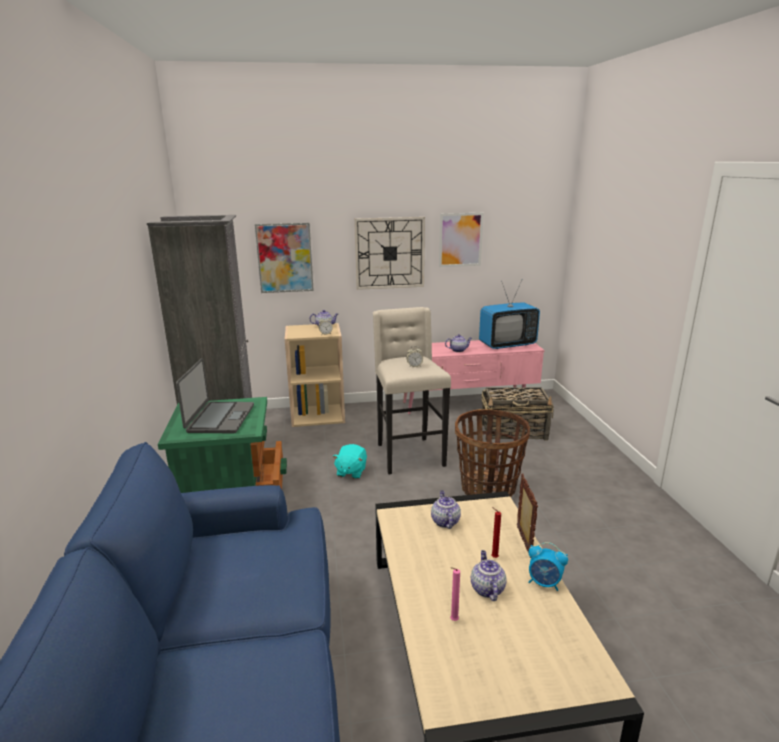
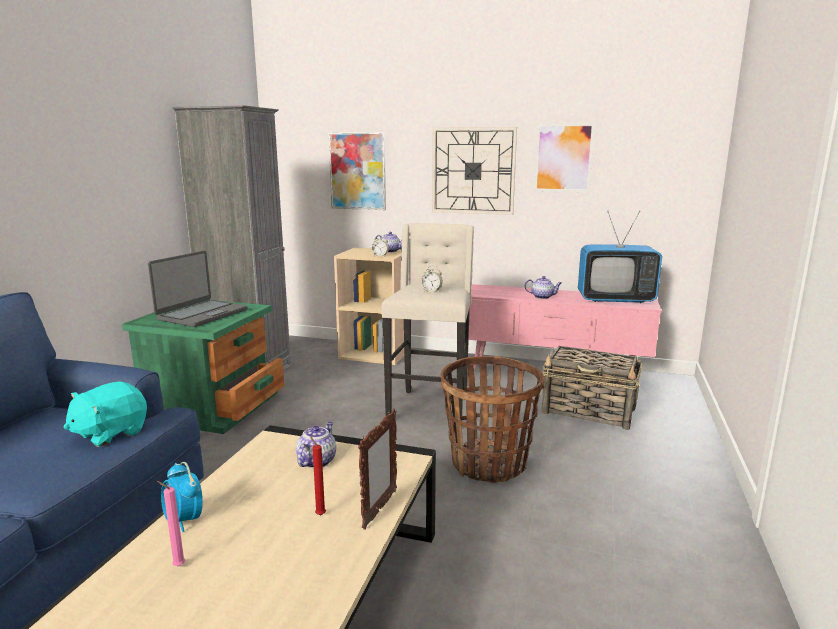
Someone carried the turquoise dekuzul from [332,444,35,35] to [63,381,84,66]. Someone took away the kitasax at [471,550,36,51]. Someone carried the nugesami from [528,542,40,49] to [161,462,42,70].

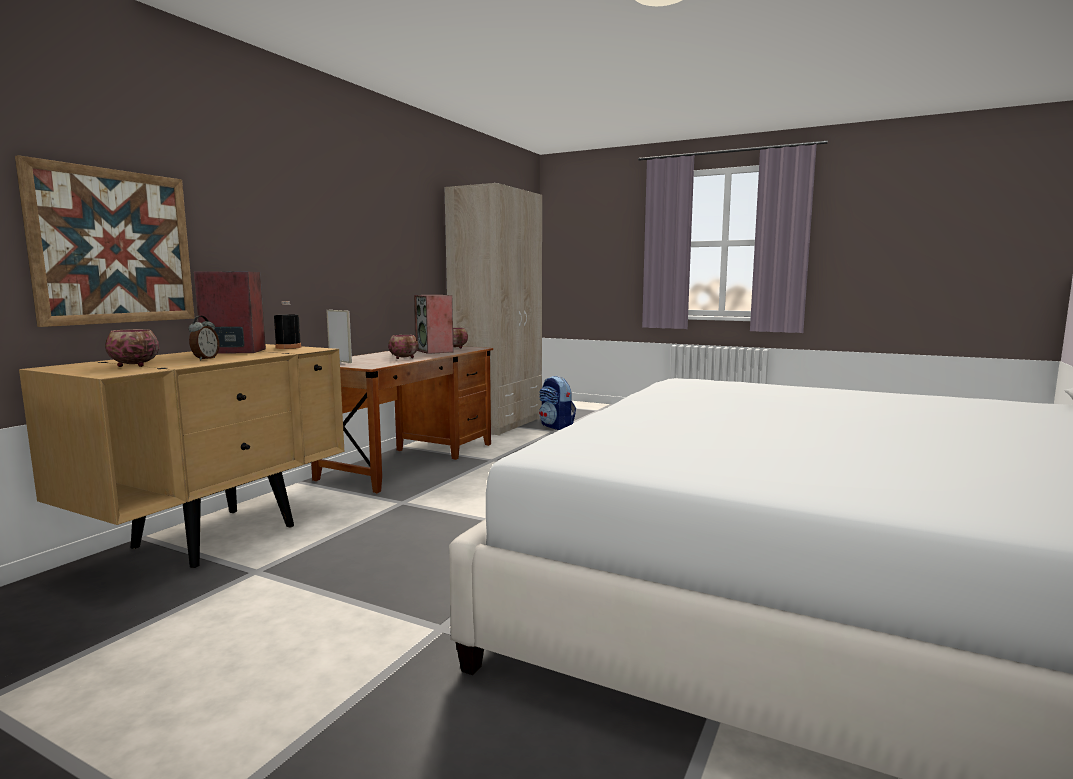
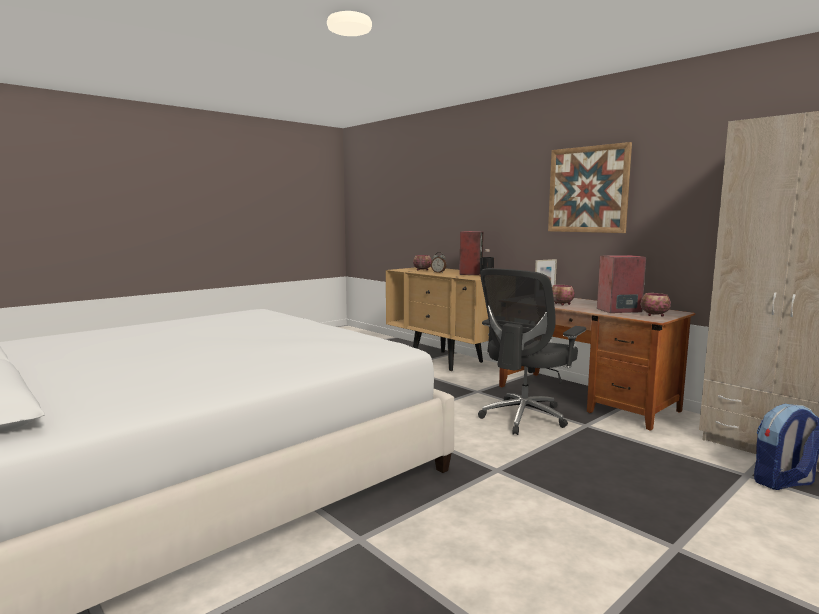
Someone carried the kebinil from [15,155,180,172] to [548,142,84,91]. Someone put down the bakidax at [478,268,108,167].

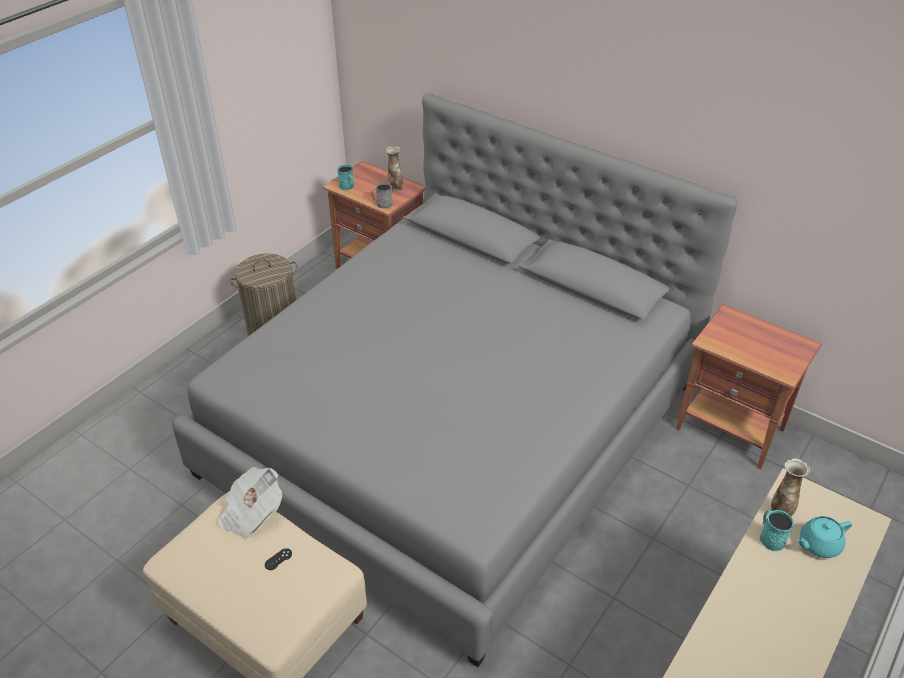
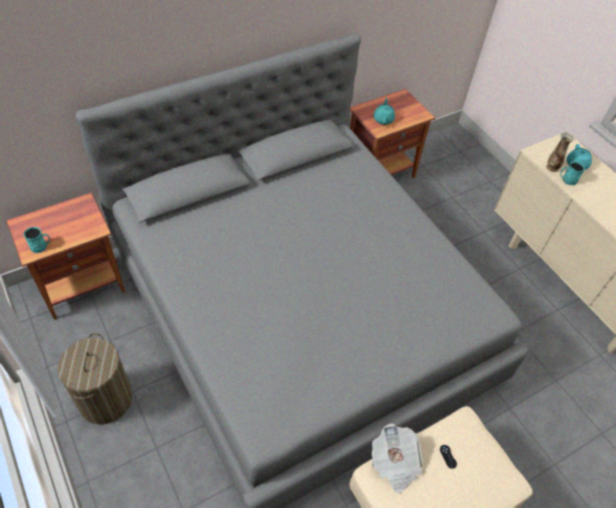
Someone took away the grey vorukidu at [372,183,21,26]. Someone took away the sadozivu at [385,146,18,46]. Someone put down the turquoise kitasax at [374,98,21,27].

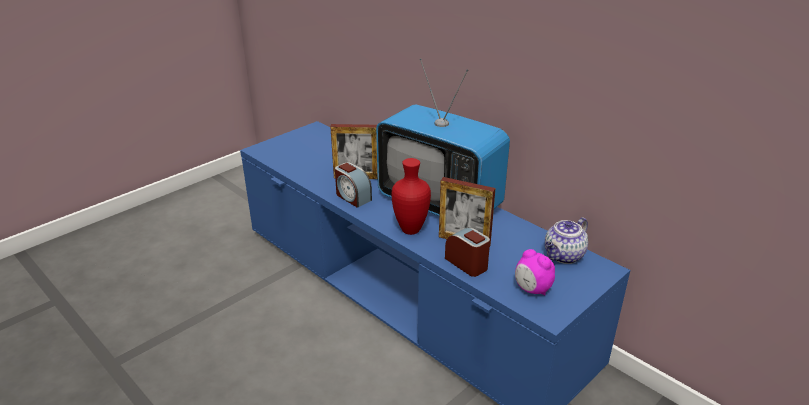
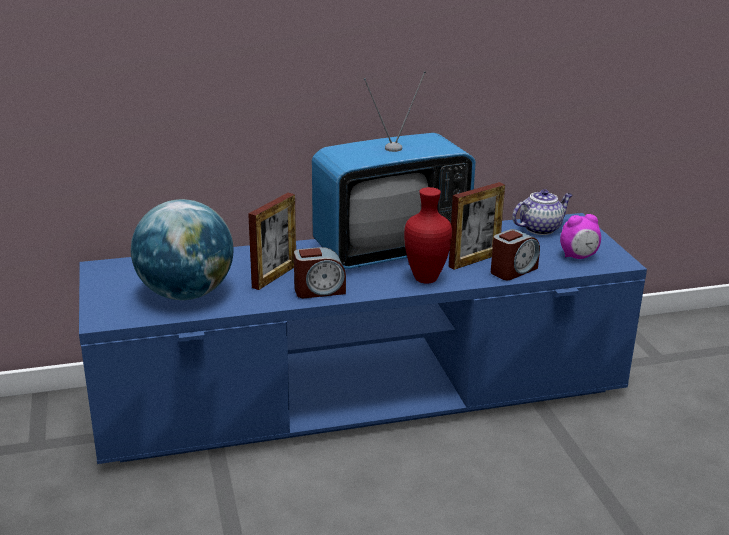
Someone rotated the nugesami at [445,227,45,50] by 150 degrees clockwise. Someone rotated the kitasax at [545,217,43,47] by 105 degrees counterclockwise. Someone put down the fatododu at [131,199,103,101].

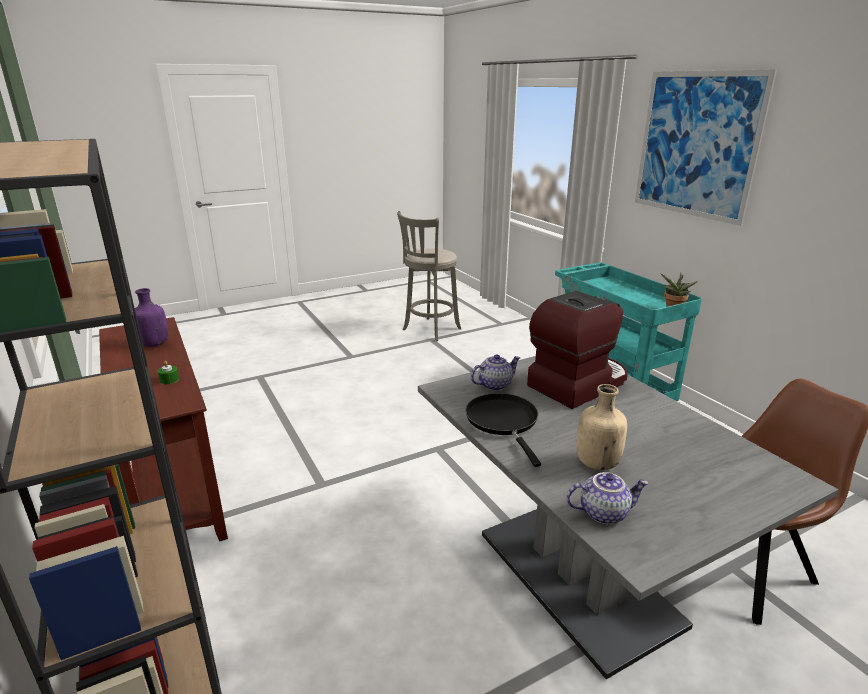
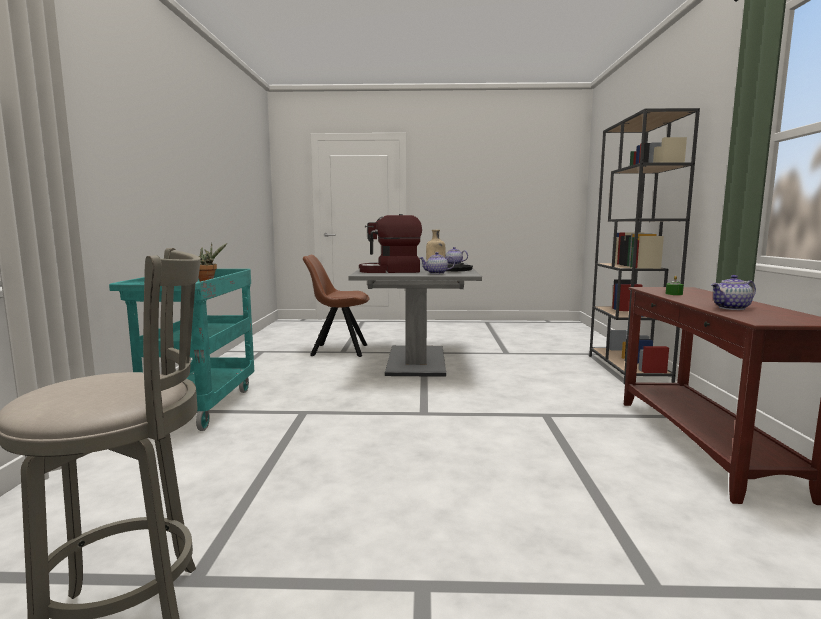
Someone swapped the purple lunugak at [135,288,33,59] for the kitasax at [711,275,45,35]. Someone took away the kebinil at [635,69,142,157].

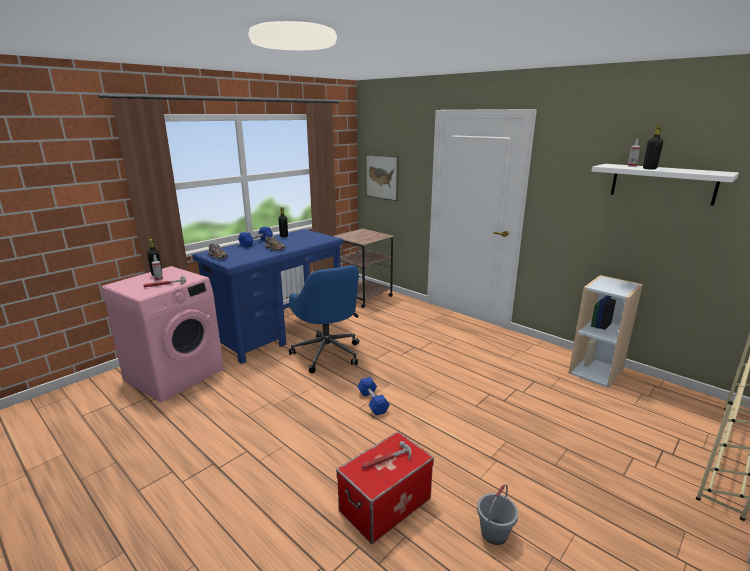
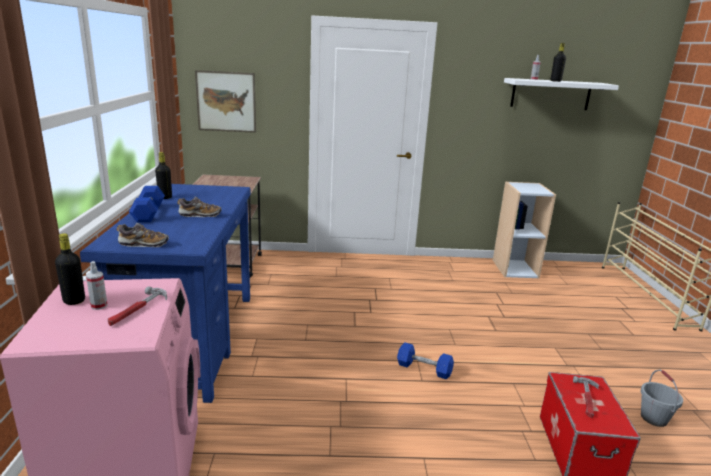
Someone took away the blue bakidax at [289,265,70,108].

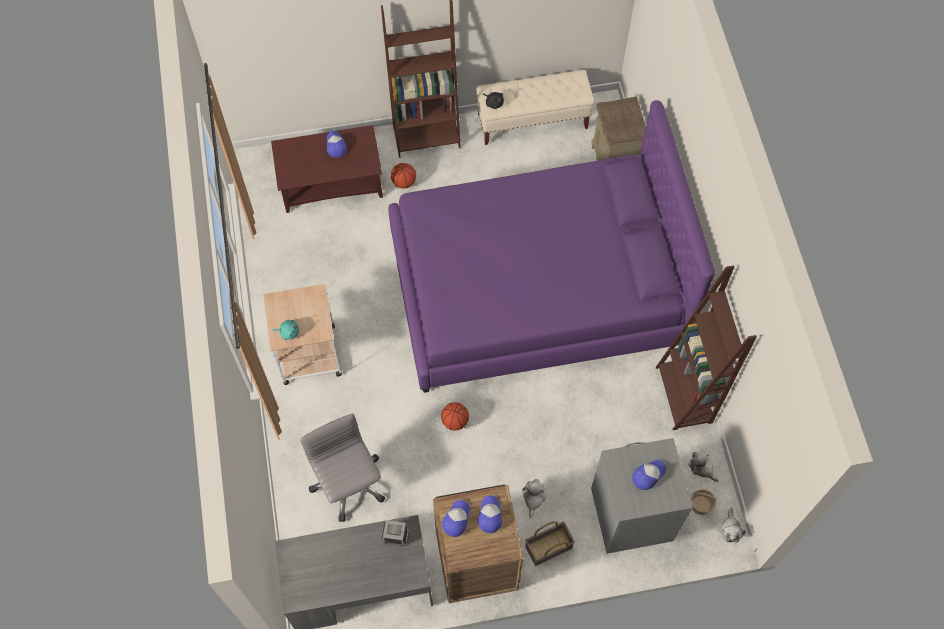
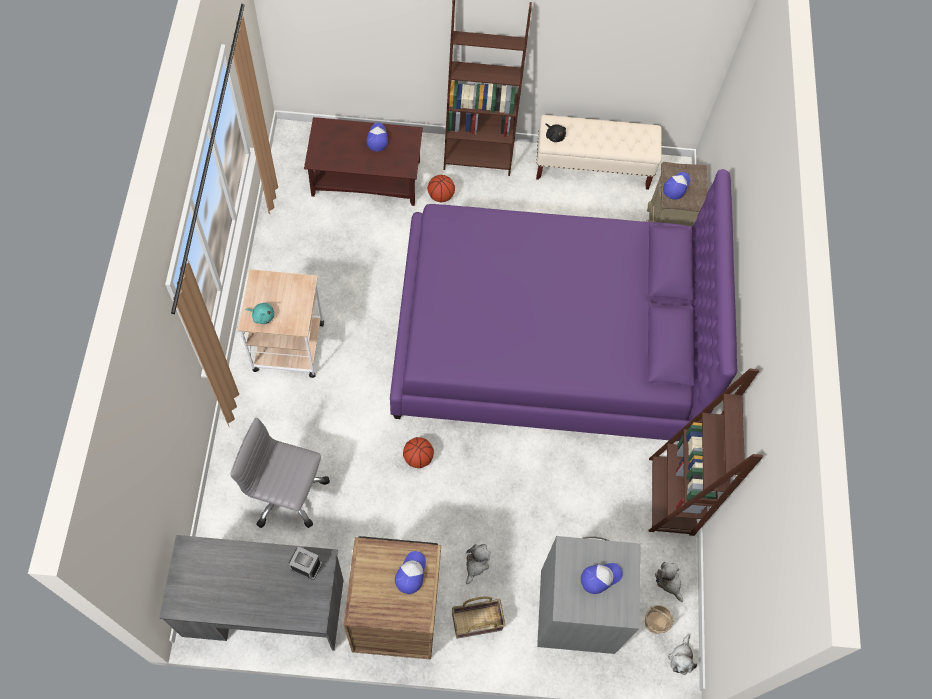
Someone rotated the grey bakidax at [300,414,85,108] by 60 degrees counterclockwise. Someone carried the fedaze from [442,500,28,37] to [663,172,27,28].

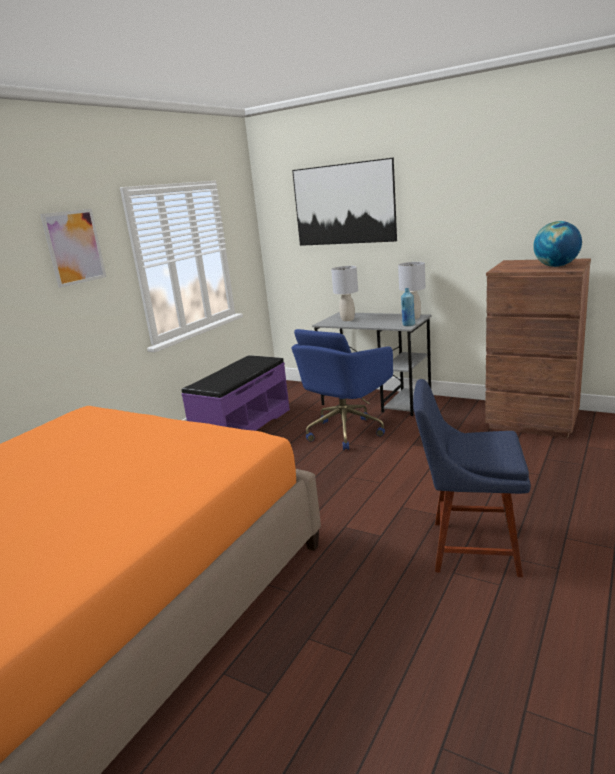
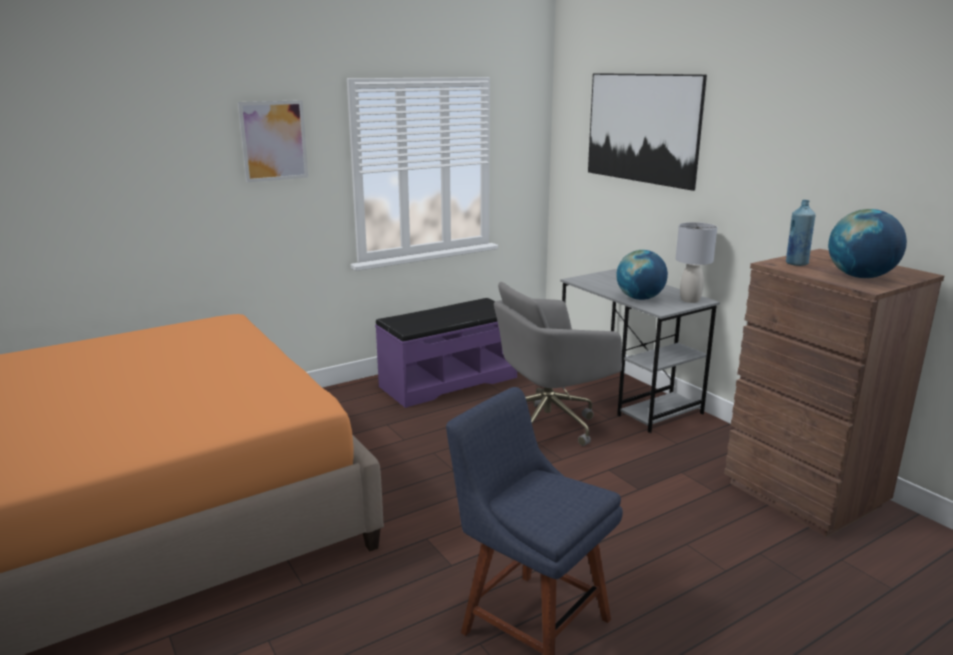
Someone repainted the blue bakidax at [292,329,101,121], which became the grey bakidax at [494,282,128,164]. Someone took away the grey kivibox at [331,266,27,55]. Someone carried the blue lunugak from [401,288,14,38] to [786,200,30,66]. Someone put down the fatododu at [616,250,52,50].

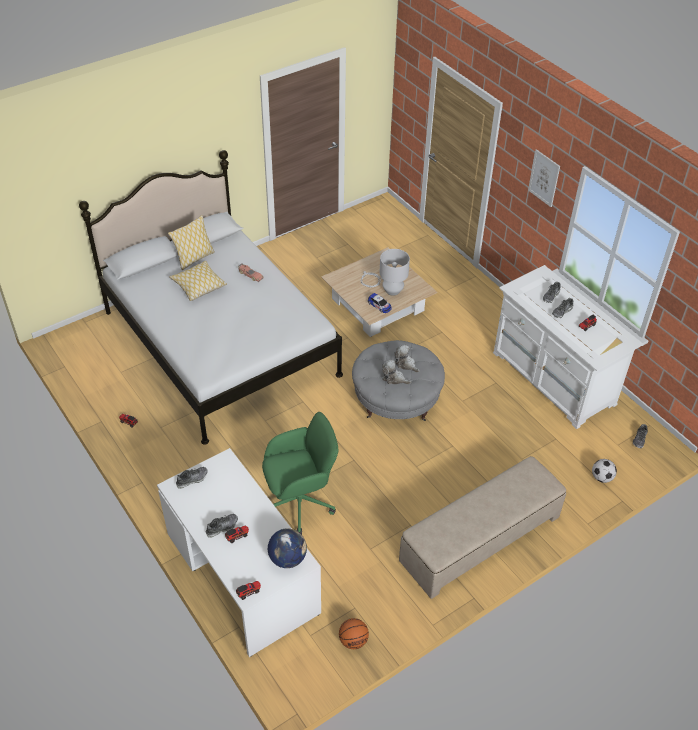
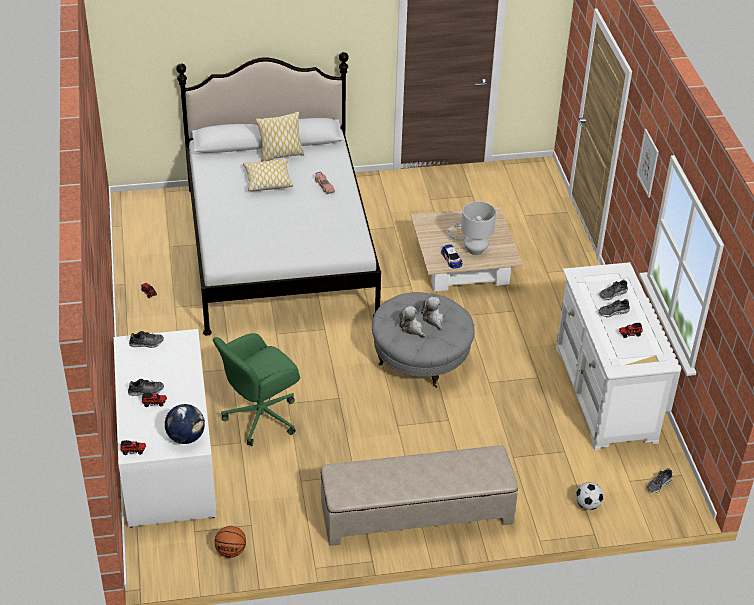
Someone rotated the green bakidax at [262,412,76,123] by 135 degrees clockwise.

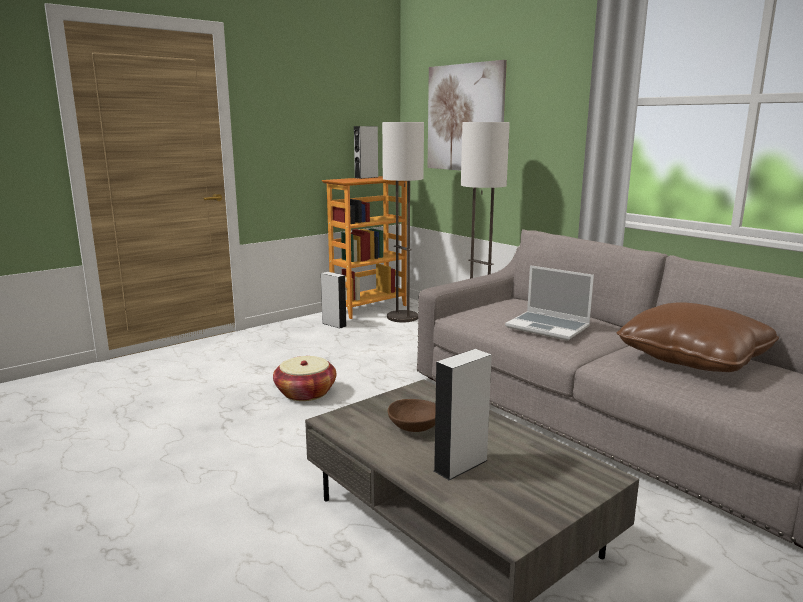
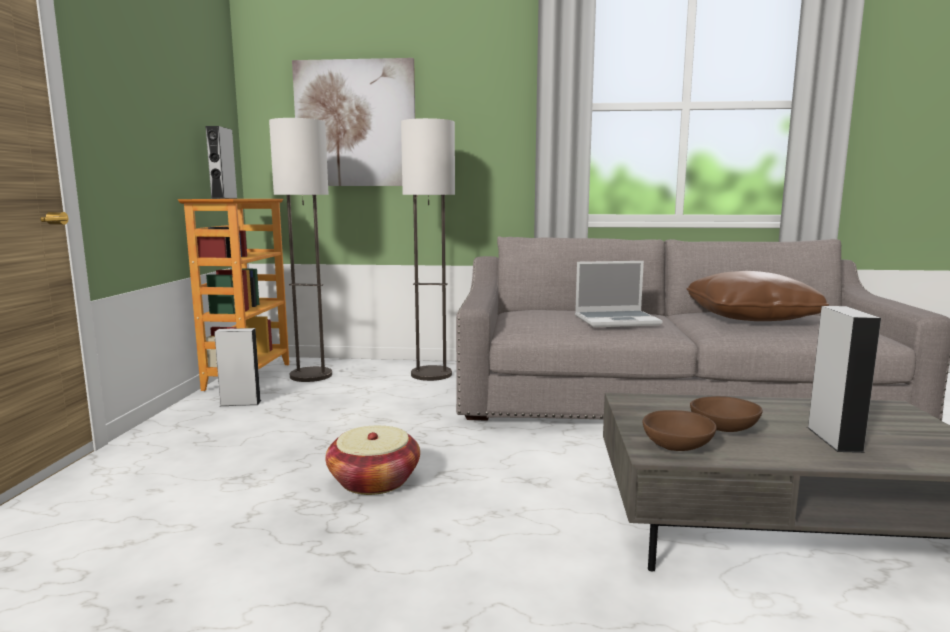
Someone put down the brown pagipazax at [643,410,74,41].

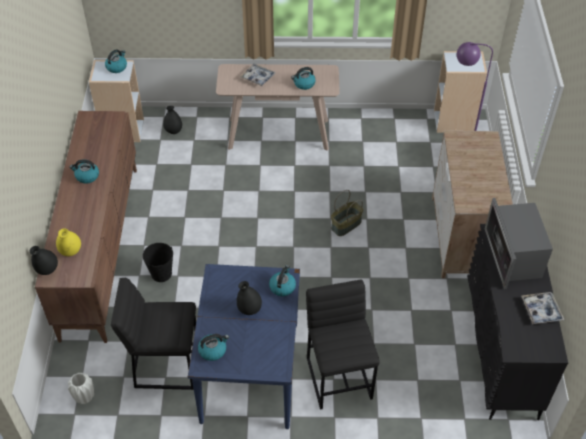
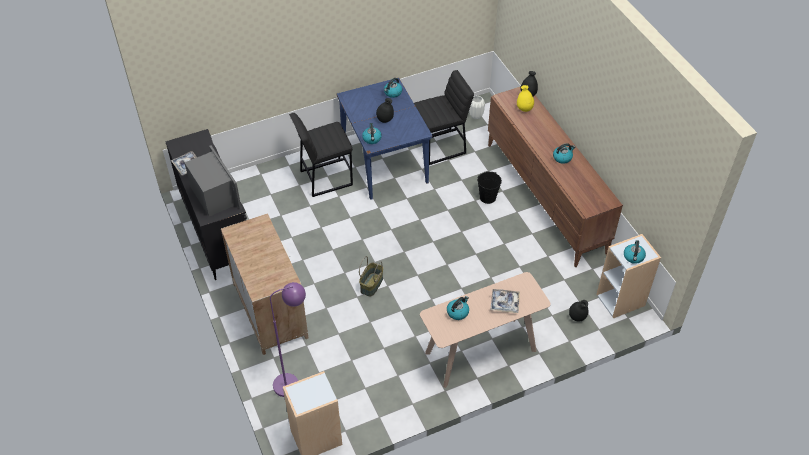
Someone rotated the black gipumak at [306,280,74,130] by 105 degrees clockwise.

